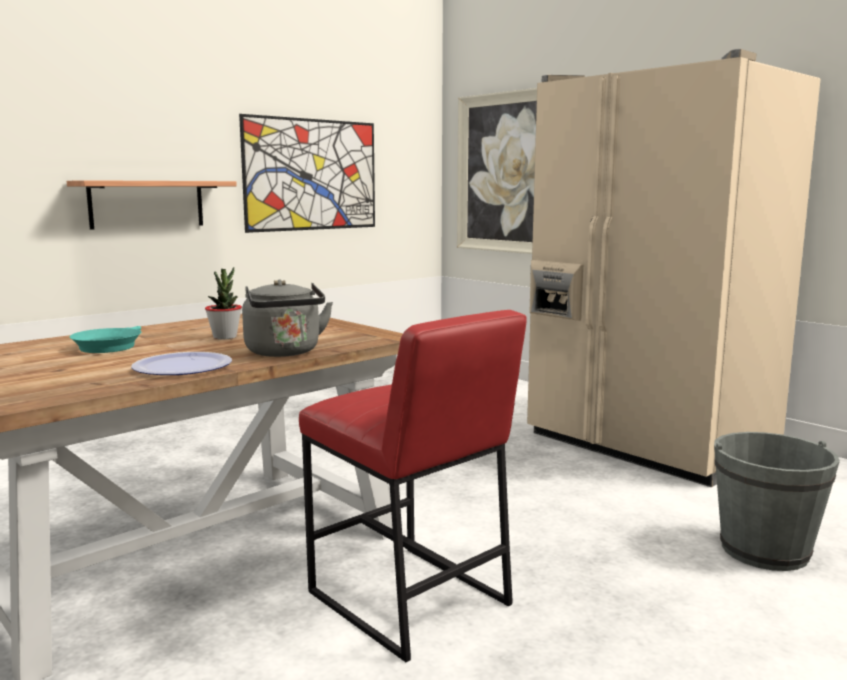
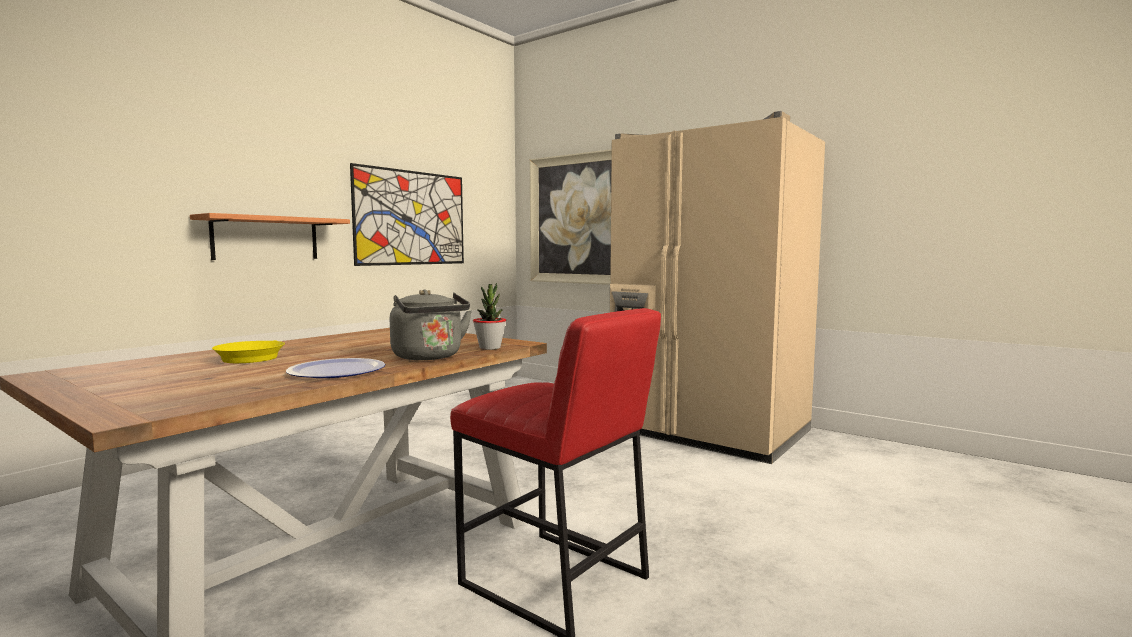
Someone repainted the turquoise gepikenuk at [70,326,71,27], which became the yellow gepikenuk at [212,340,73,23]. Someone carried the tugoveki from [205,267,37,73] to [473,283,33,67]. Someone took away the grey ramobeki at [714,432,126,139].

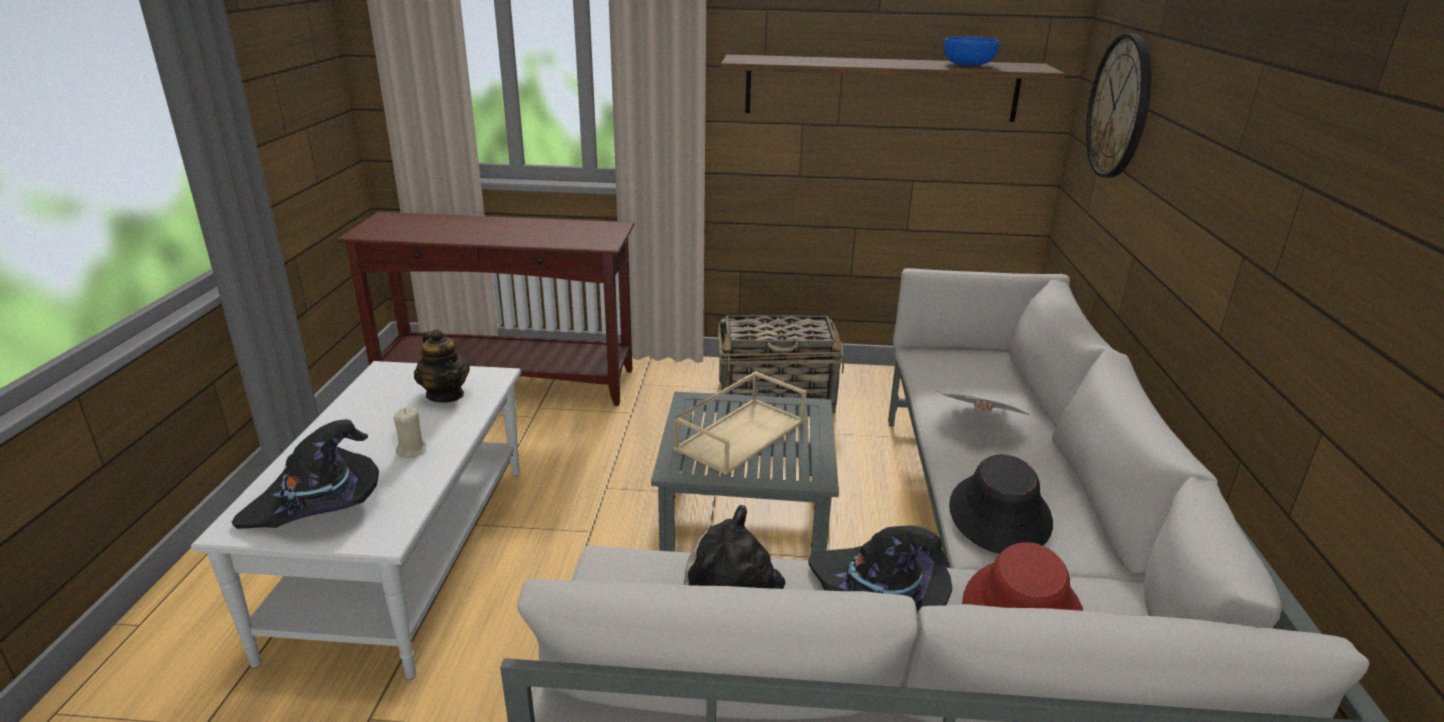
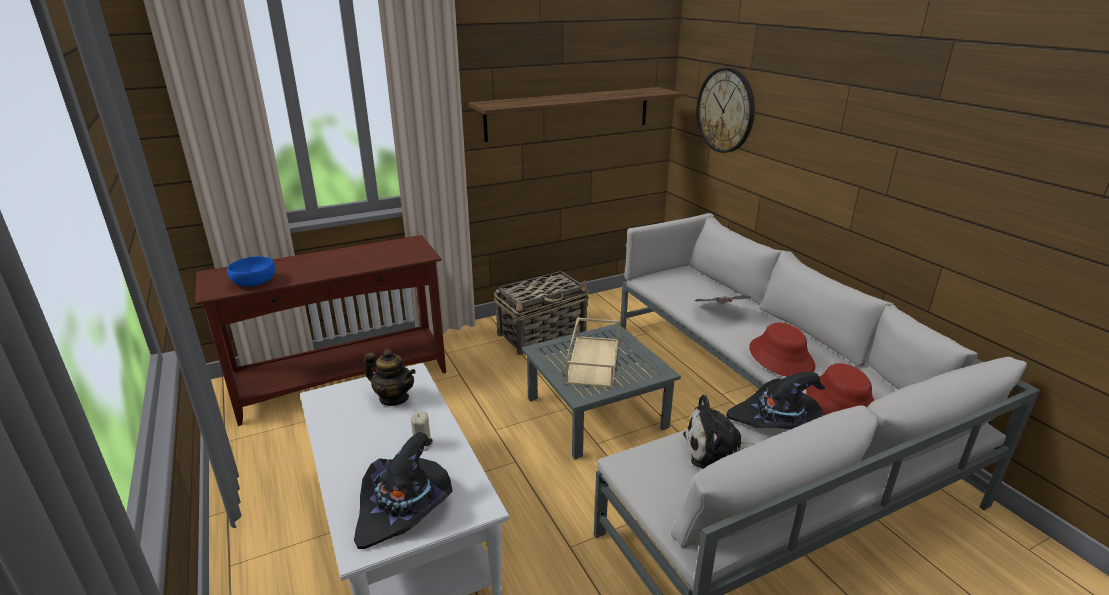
Someone carried the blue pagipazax from [943,36,56,30] to [227,256,48,31]. Someone repainted the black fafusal at [949,454,104,100], which became the red fafusal at [749,323,66,54].

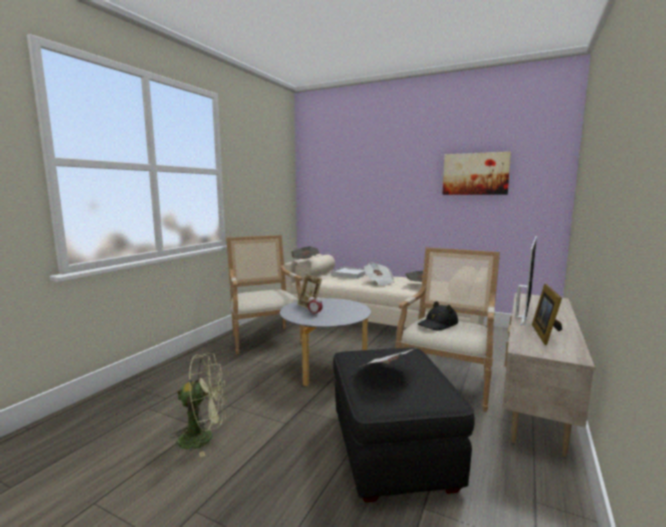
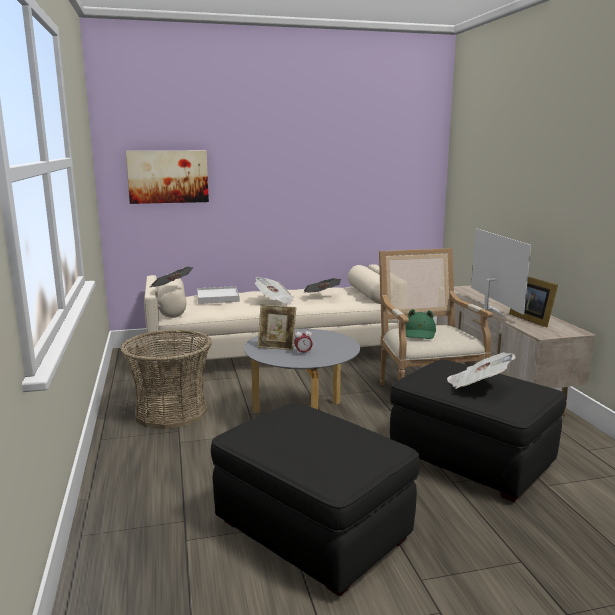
Someone swapped the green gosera at [170,353,57,104] for the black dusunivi at [211,403,209,194]. Someone swapped the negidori at [226,235,77,120] for the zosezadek at [120,329,92,100]. Someone repainted the black fafusal at [418,301,40,30], which became the green fafusal at [405,309,31,30]. Someone carried the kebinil from [442,152,69,43] to [126,151,83,53].

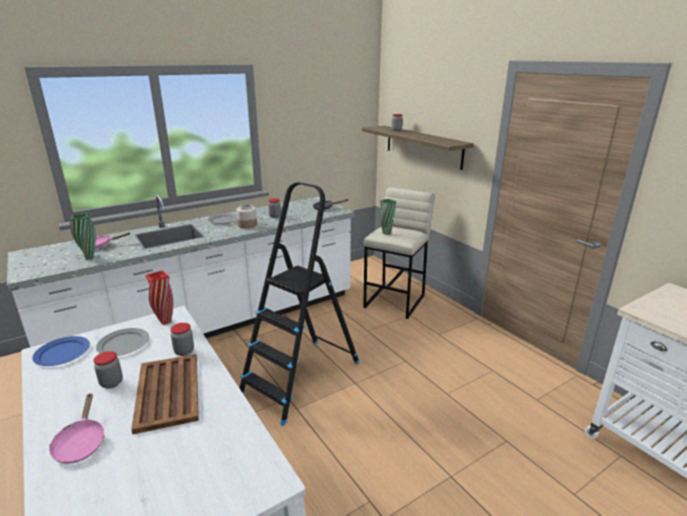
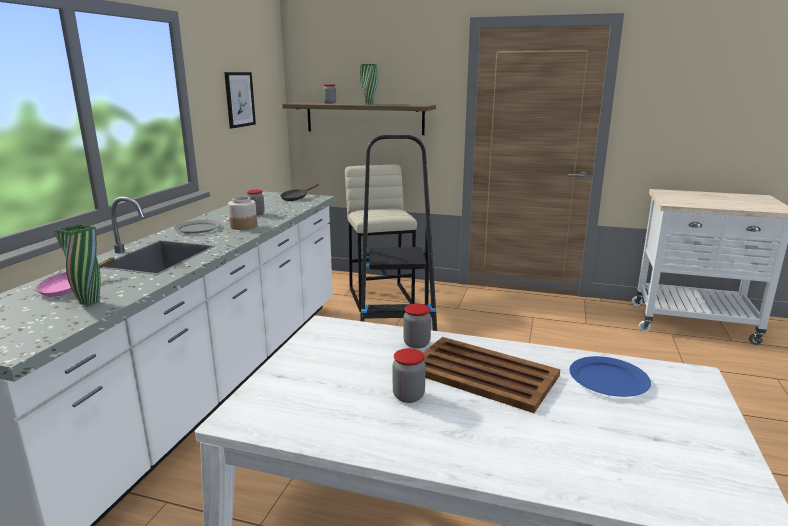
Someone carried the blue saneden from [32,336,58,30] to [569,356,82,41]. Someone took away the pink gepikenuk at [49,393,56,71]. Someone took away the grey saneden at [96,328,53,28]. Someone took away the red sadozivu at [145,270,28,55]. Someone carried the green sadozivu from [380,199,16,36] to [360,64,18,41]. Someone put up the kebinil at [224,72,32,56].

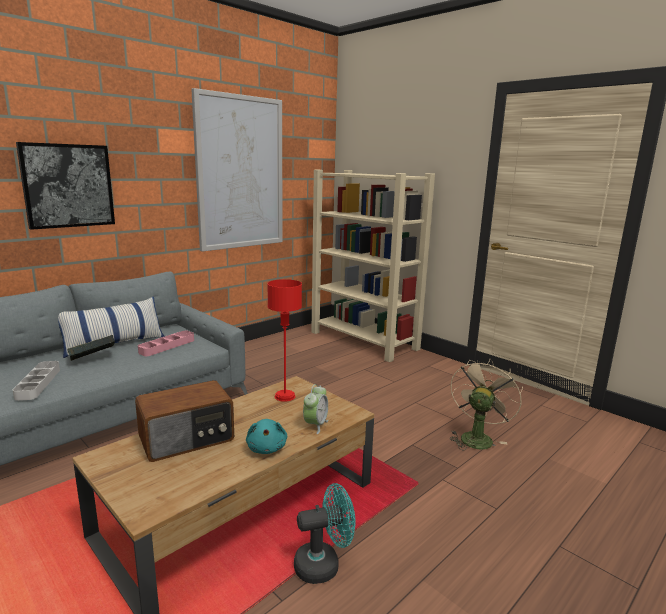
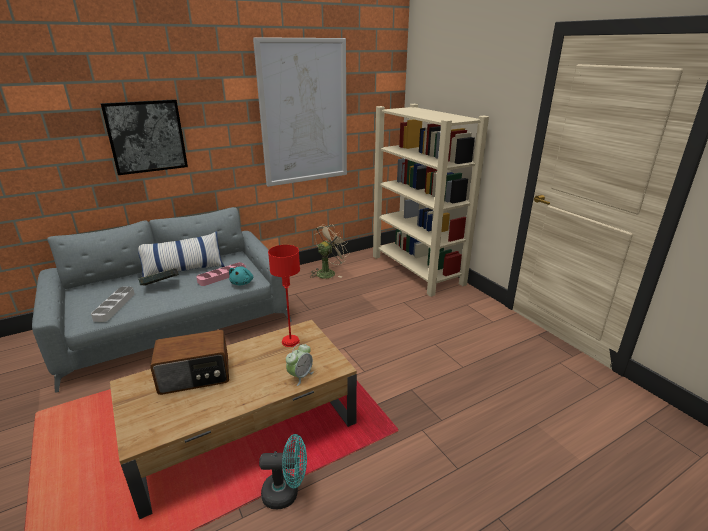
Someone carried the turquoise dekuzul from [246,419,41,35] to [229,266,24,19]. Someone carried the beige gosera from [450,359,73,92] to [310,224,40,54].

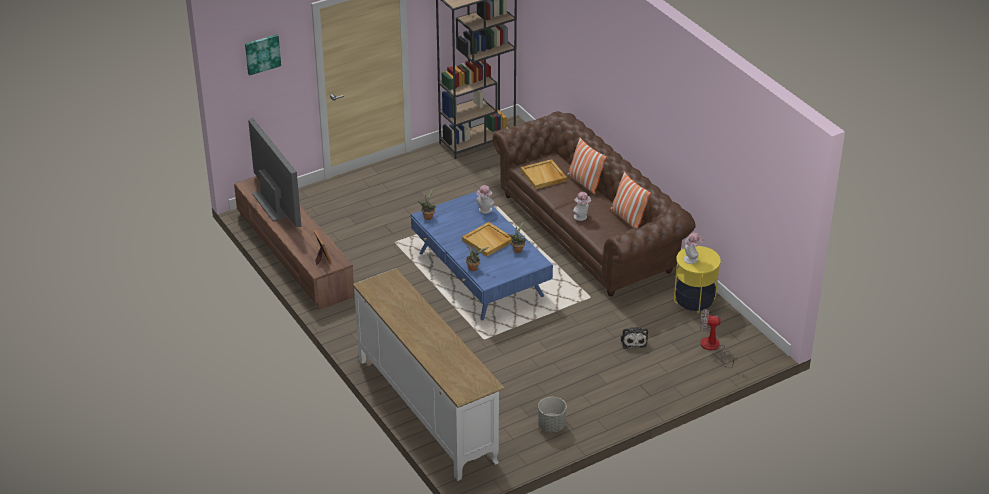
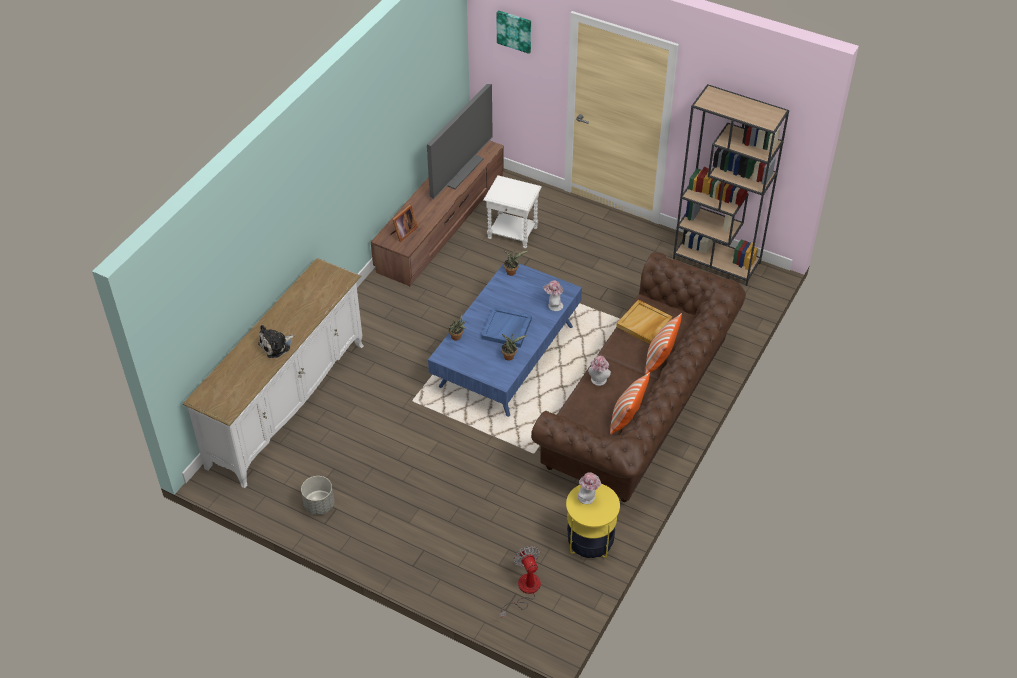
Someone repainted the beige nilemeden at [462,222,50,35], which became the blue nilemeden at [482,307,50,41]. Someone carried the dekuzul from [620,327,28,22] to [258,325,37,33]. Someone put down the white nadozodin at [483,175,59,73].

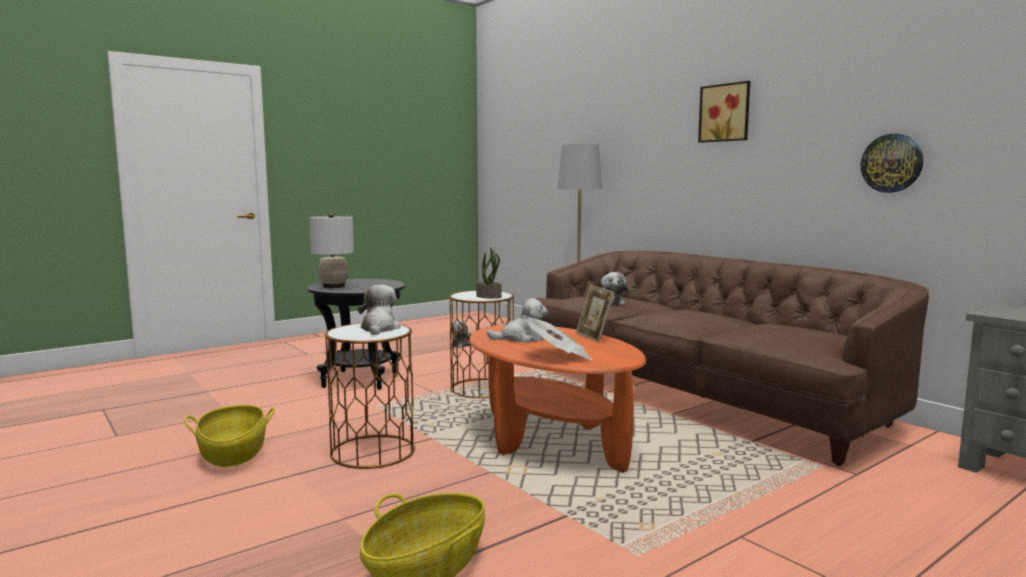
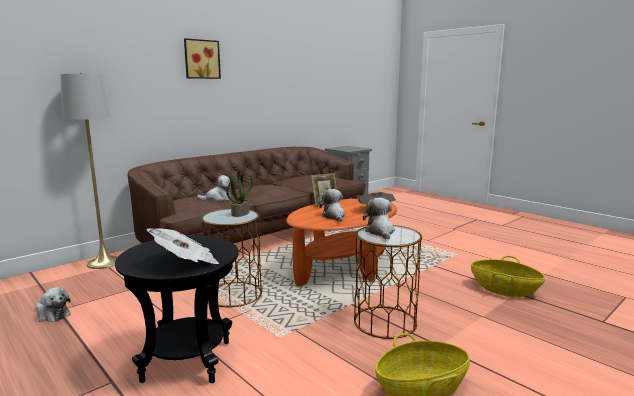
Someone swapped the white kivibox at [309,213,45,75] for the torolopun at [147,228,73,36]. Someone rotated the dekuzul at [358,285,42,50] by 90 degrees clockwise. Someone took away the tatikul at [861,134,62,59].

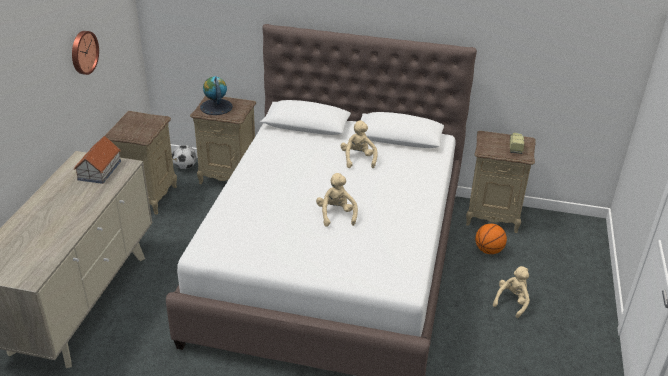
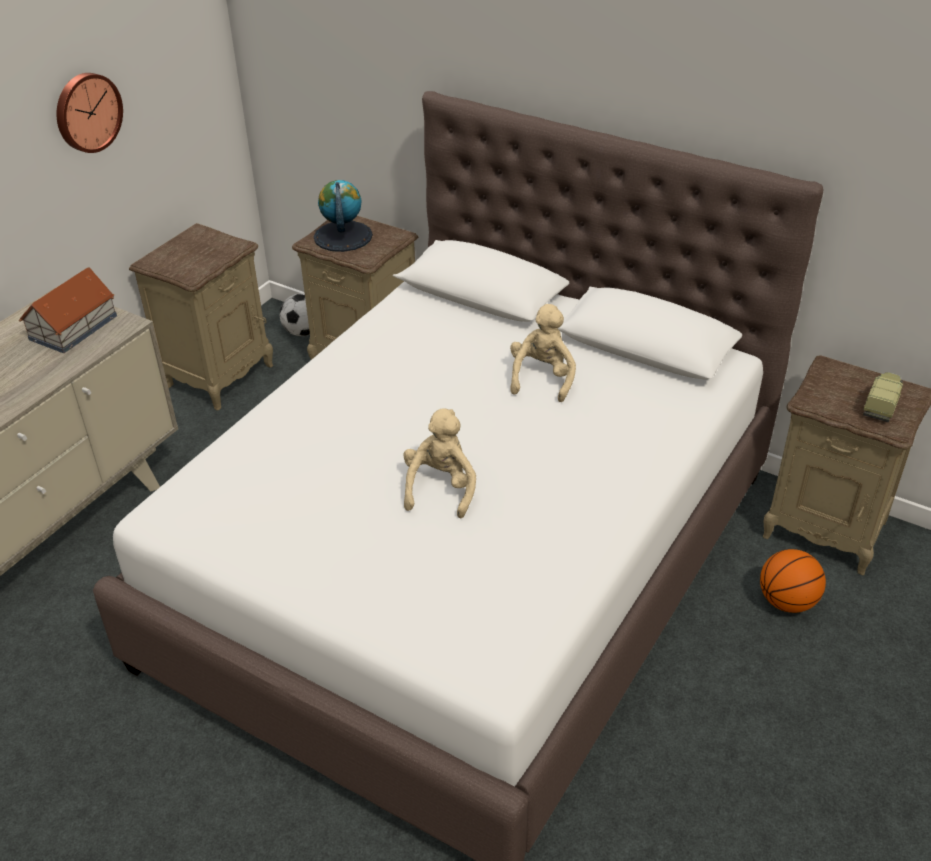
Someone took away the beige dekuzul at [493,266,37,52].

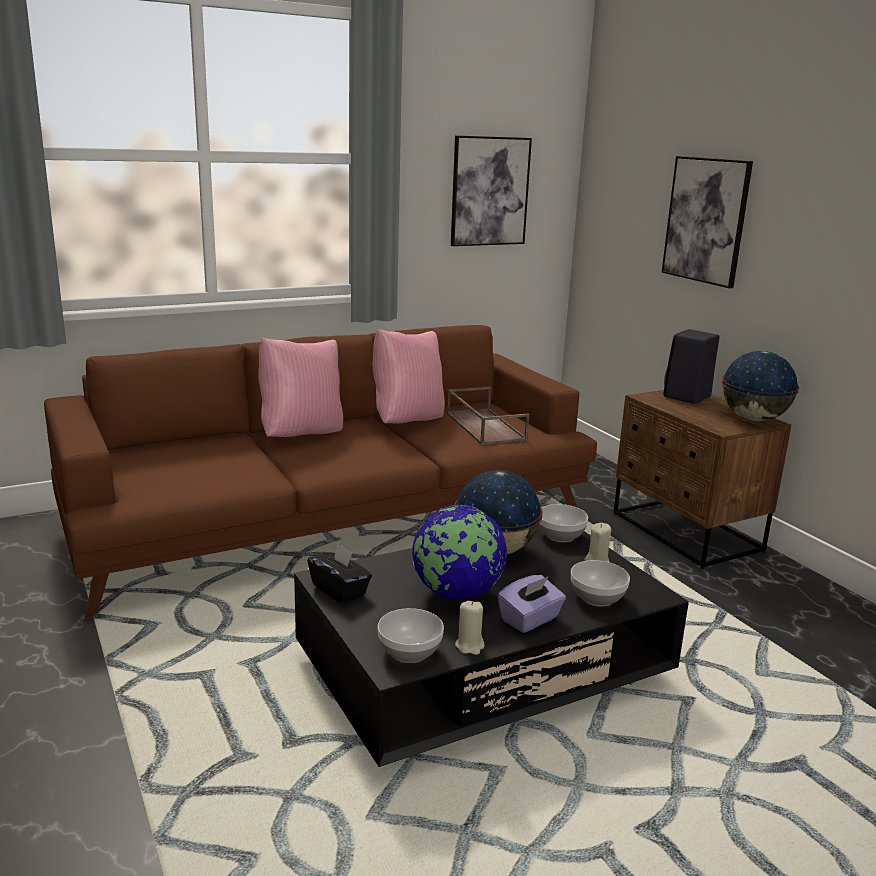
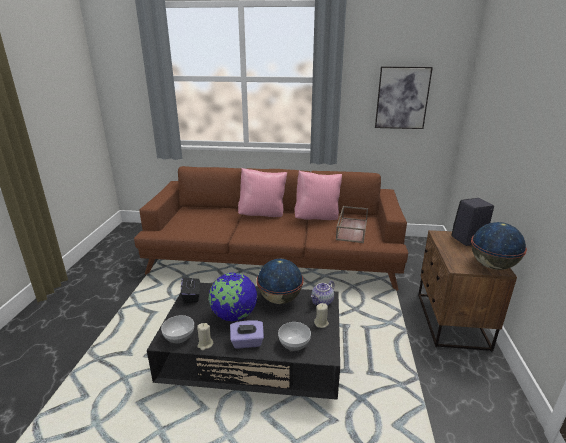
Someone swapped the pagipazax at [539,504,49,38] for the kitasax at [311,281,24,25]. Someone took away the kebinil at [662,156,91,132].

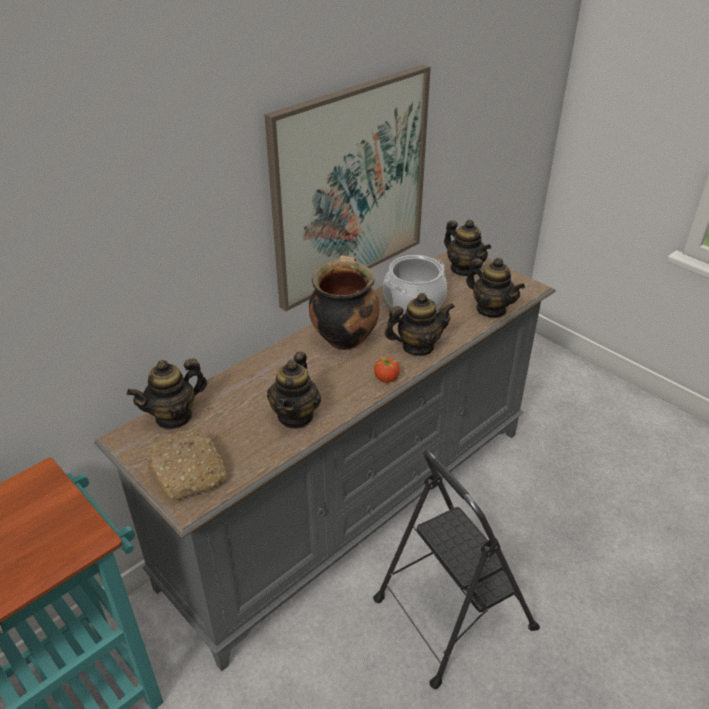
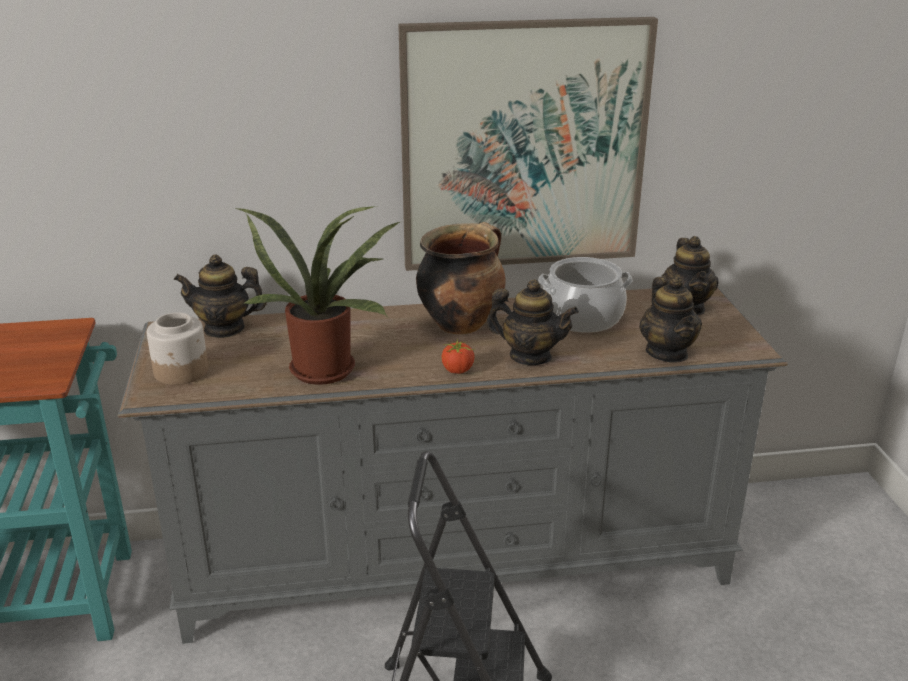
Someone swapped the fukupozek at [147,430,80,71] for the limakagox at [147,312,61,73]. Someone swapped the kitasax at [267,352,54,77] for the tugoveki at [235,206,165,179].

